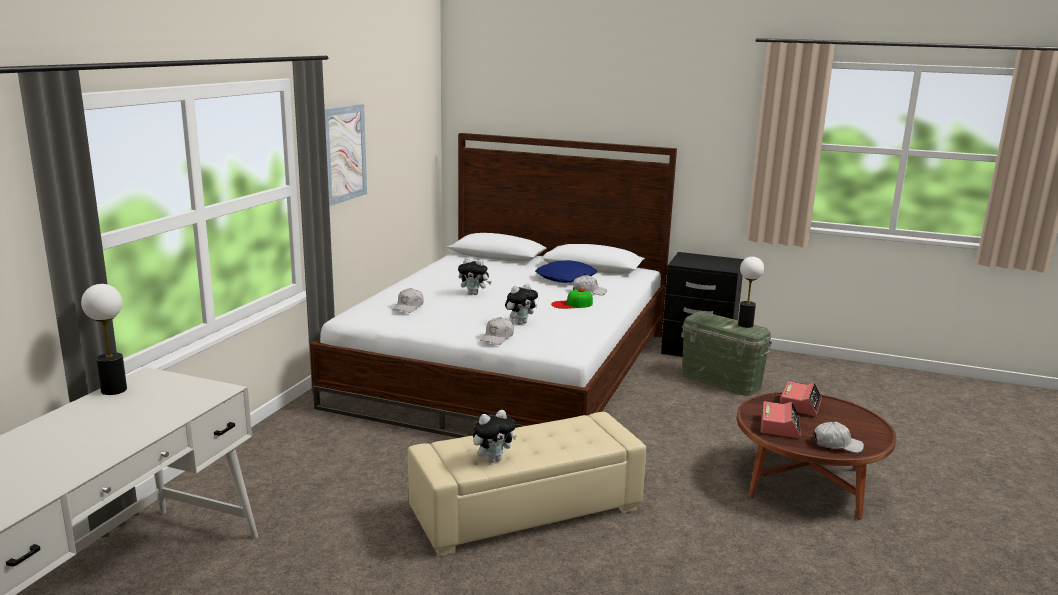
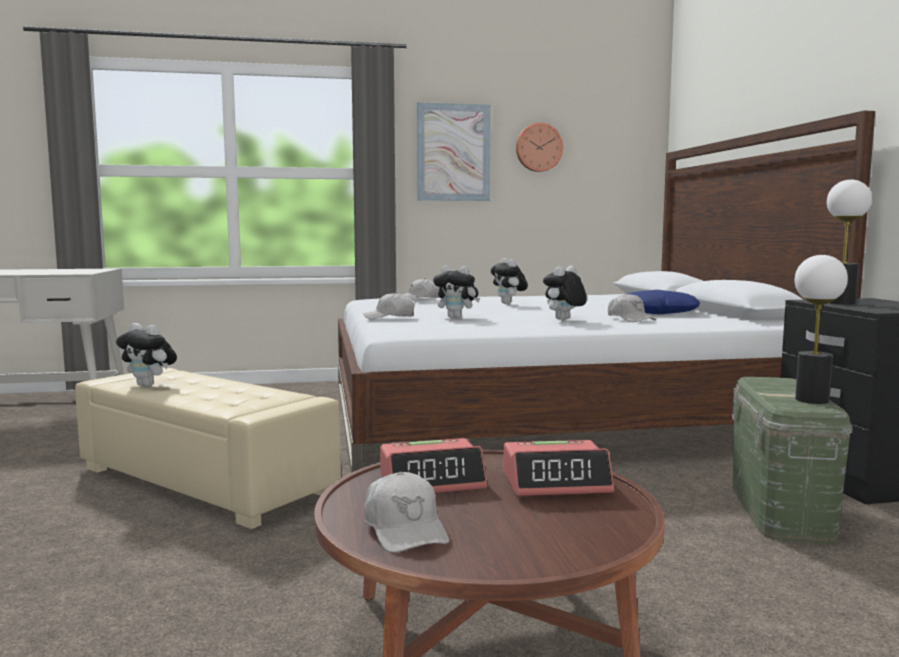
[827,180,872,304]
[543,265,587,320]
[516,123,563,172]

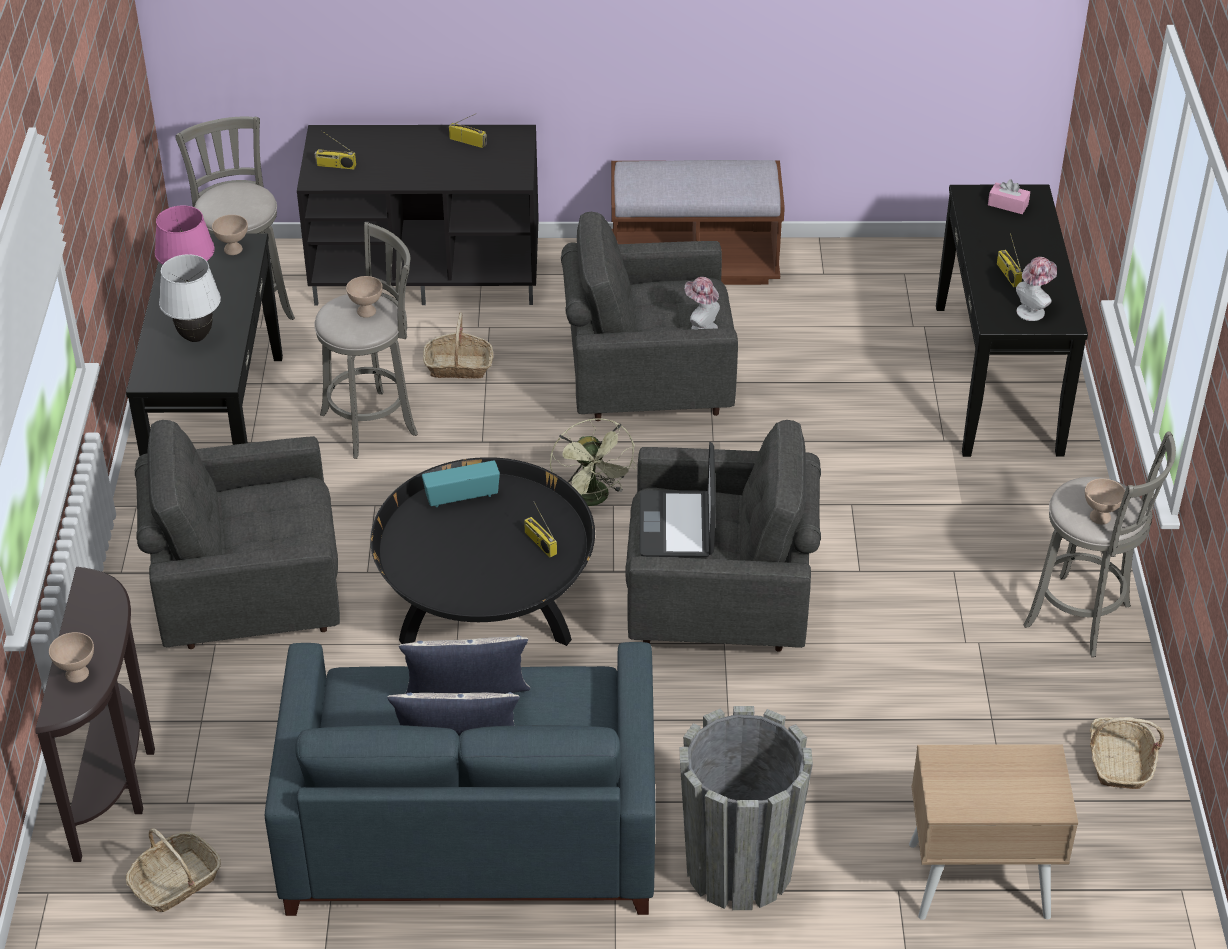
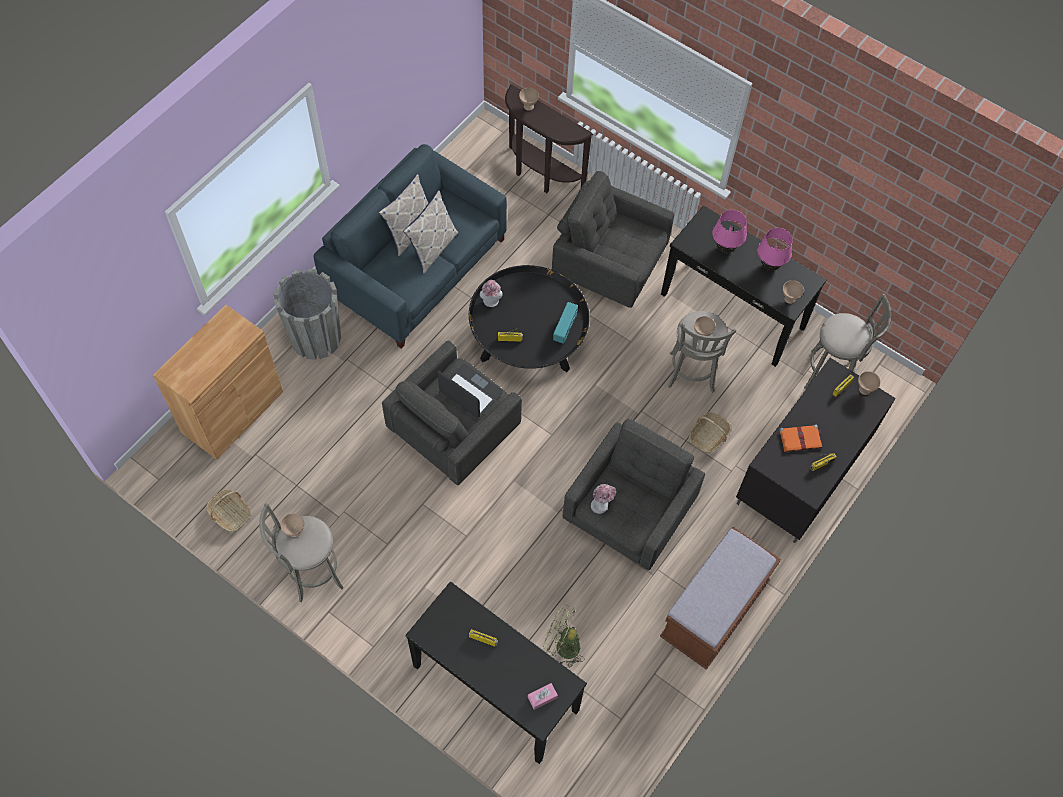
[126,828,221,912] (first image)
[552,171,674,308]
[712,210,747,253]
[543,605,585,667]
[153,305,283,460]
[480,280,503,307]
[779,424,822,452]
[858,371,881,395]

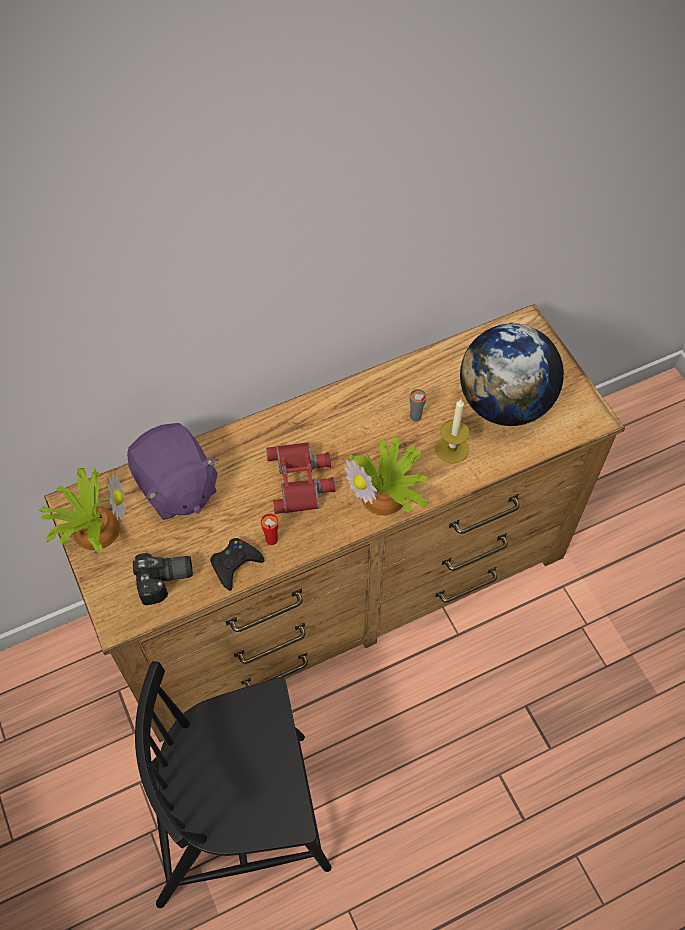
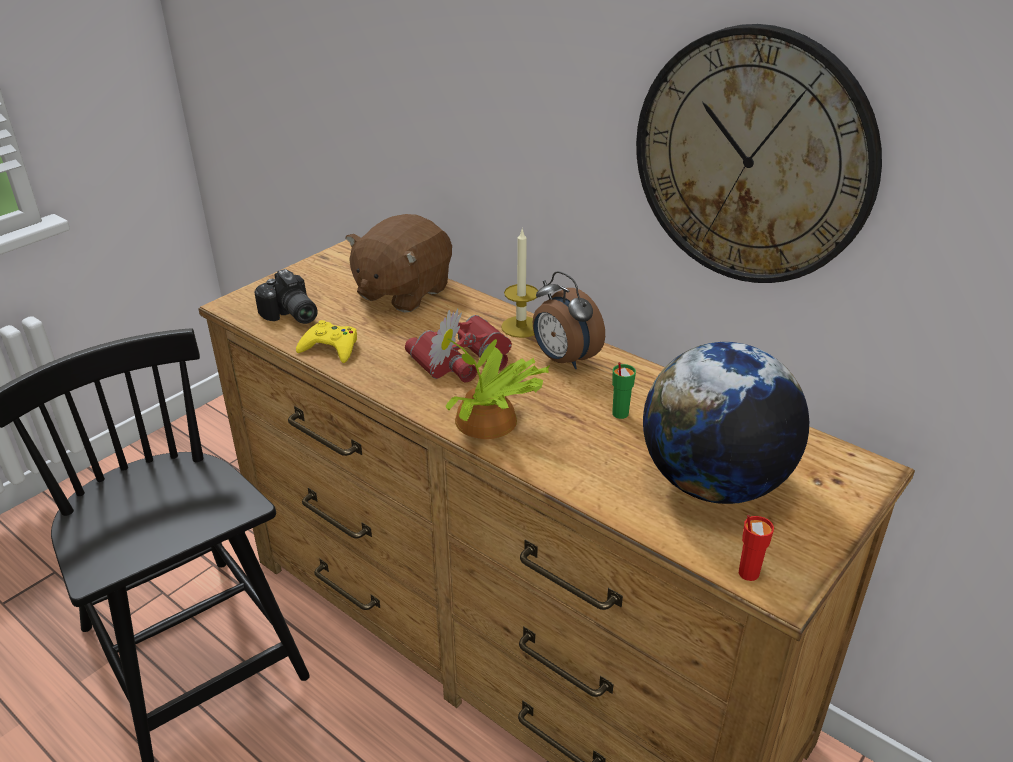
[39,467,126,552] (first image)
[345,214,452,313]
[296,320,357,363]
[739,515,774,581]
[612,362,636,419]
[501,230,538,338]
[533,271,605,369]
[636,24,882,283]

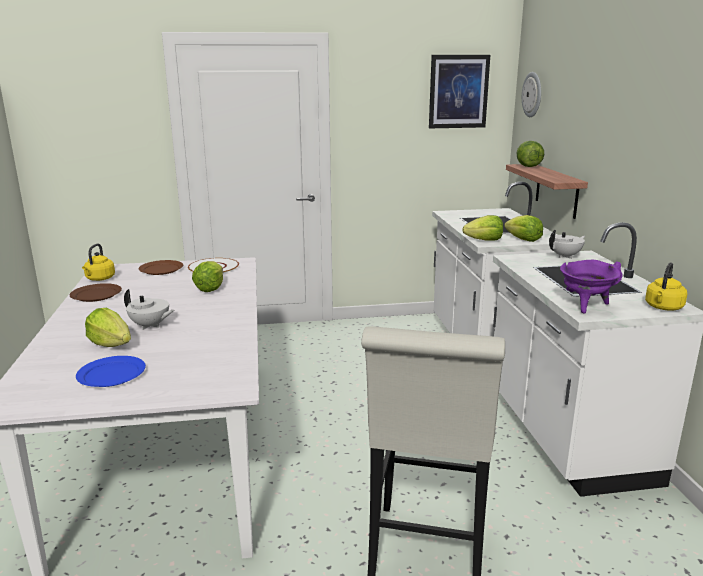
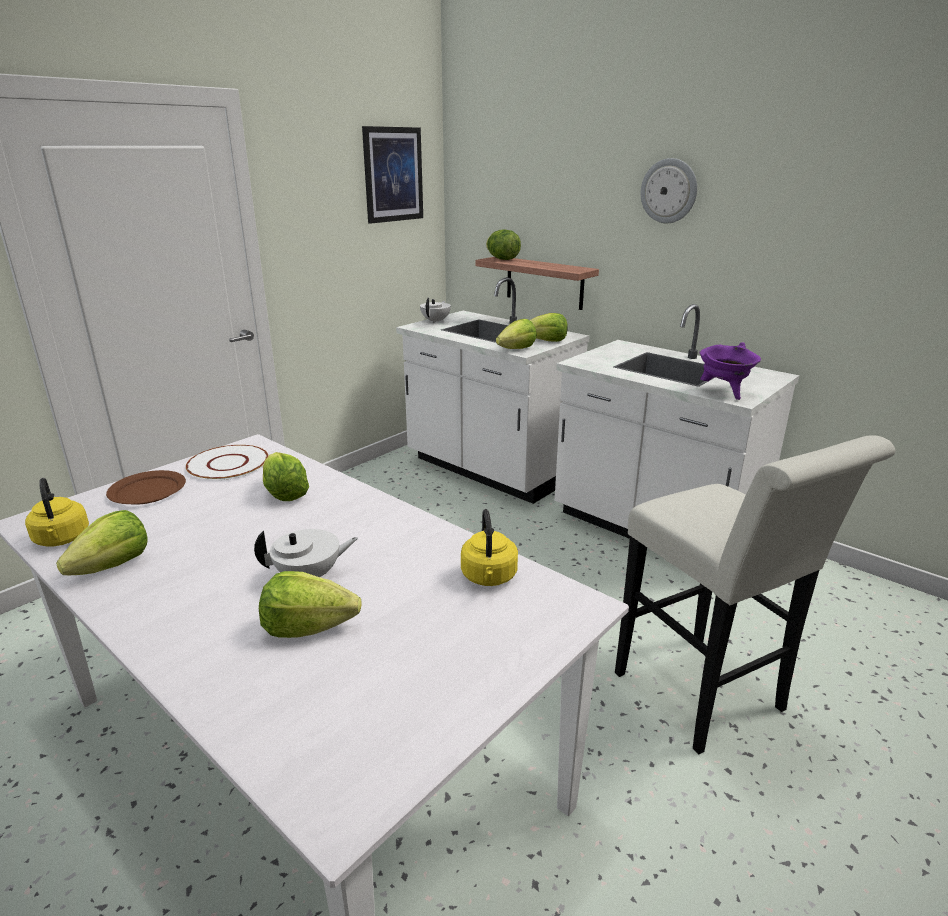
[56,510,147,575]
[76,356,146,387] (first image)
[641,158,697,223]
[420,298,451,323]
[461,509,518,586]

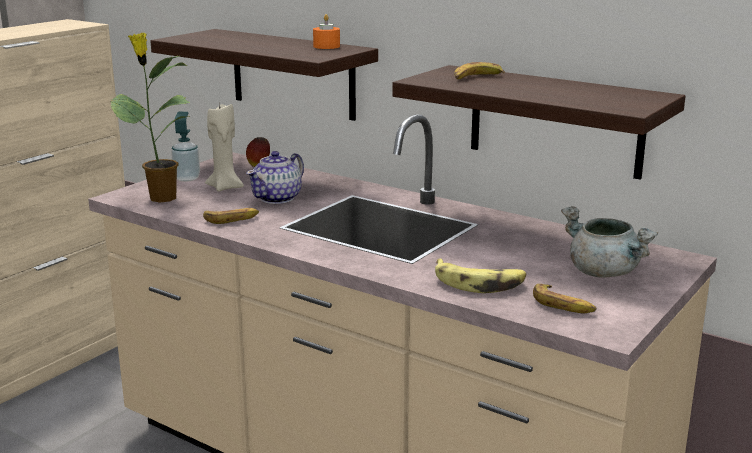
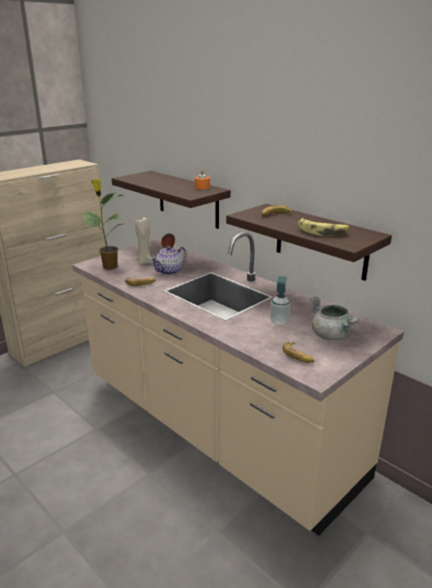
[270,276,291,325]
[298,218,350,236]

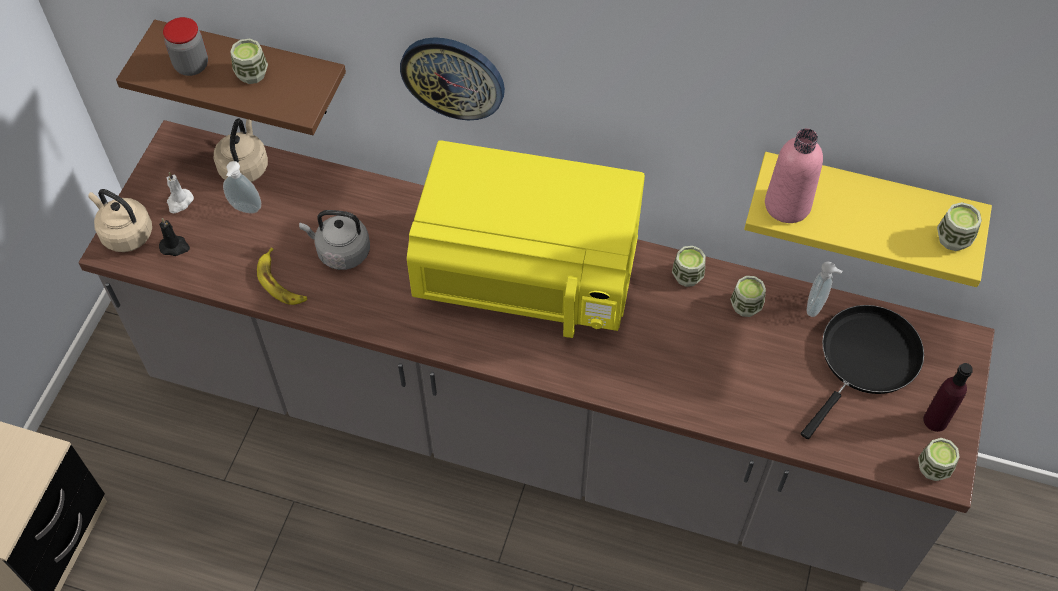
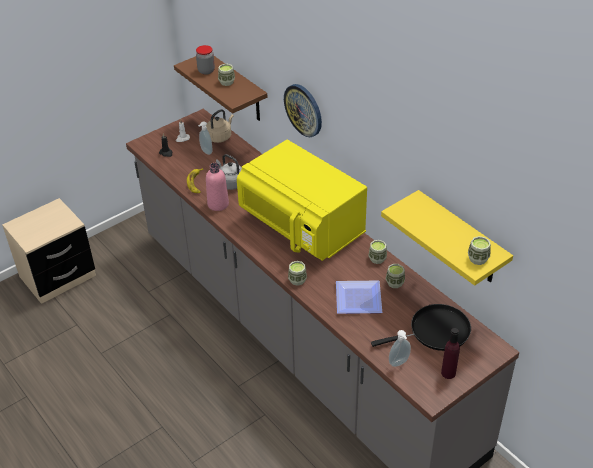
[89,189,152,252] (first image)
[206,163,229,211]
[389,330,411,367]
[288,261,307,286]
[336,281,382,314]

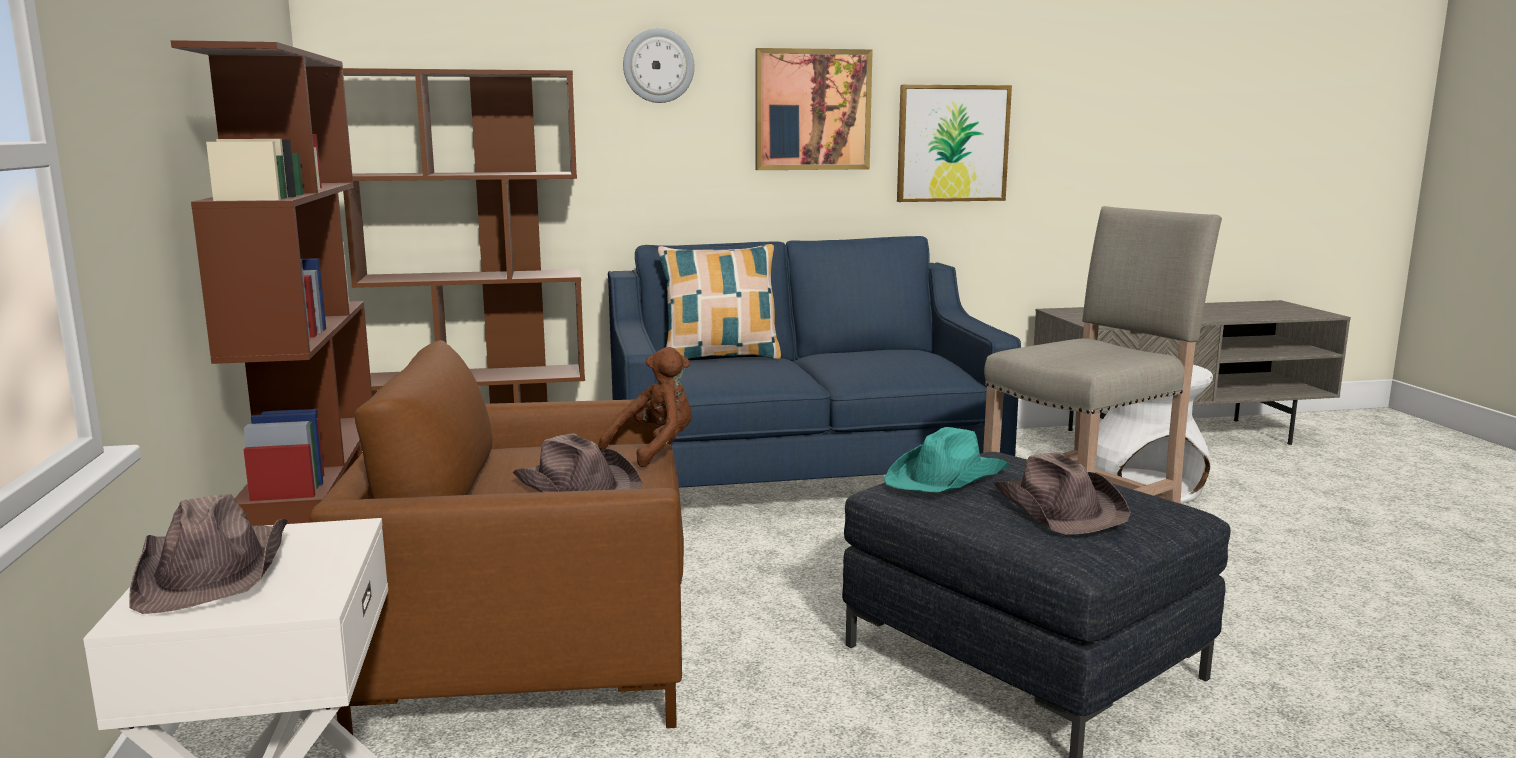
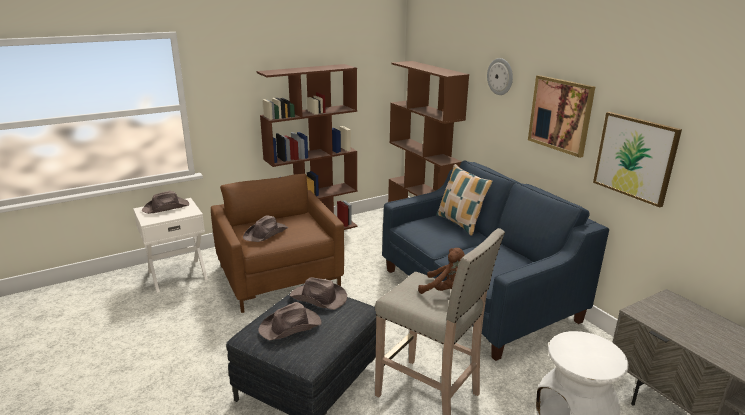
[418,248,465,294]
[290,277,347,310]

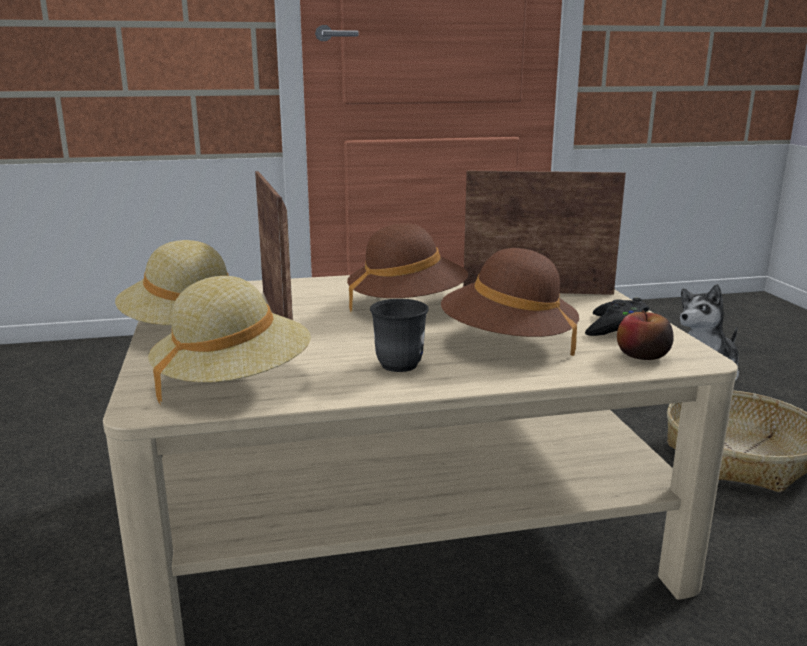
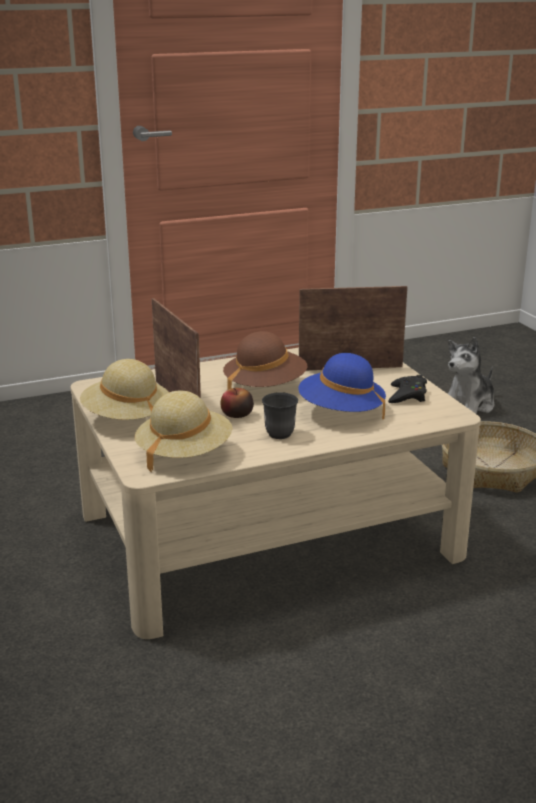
[299,353,386,419]
[221,388,254,418]

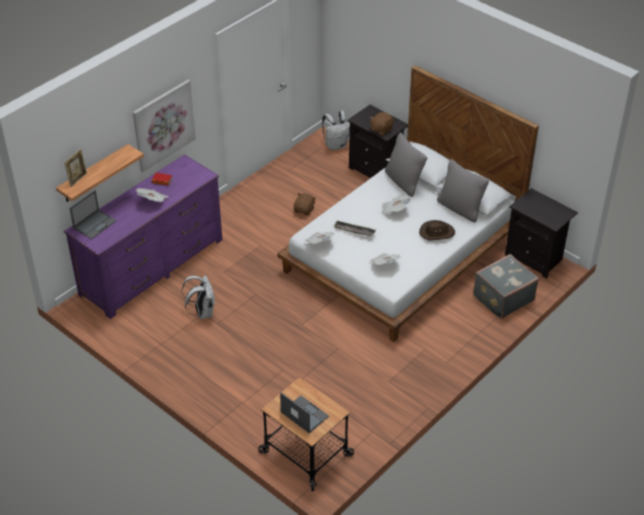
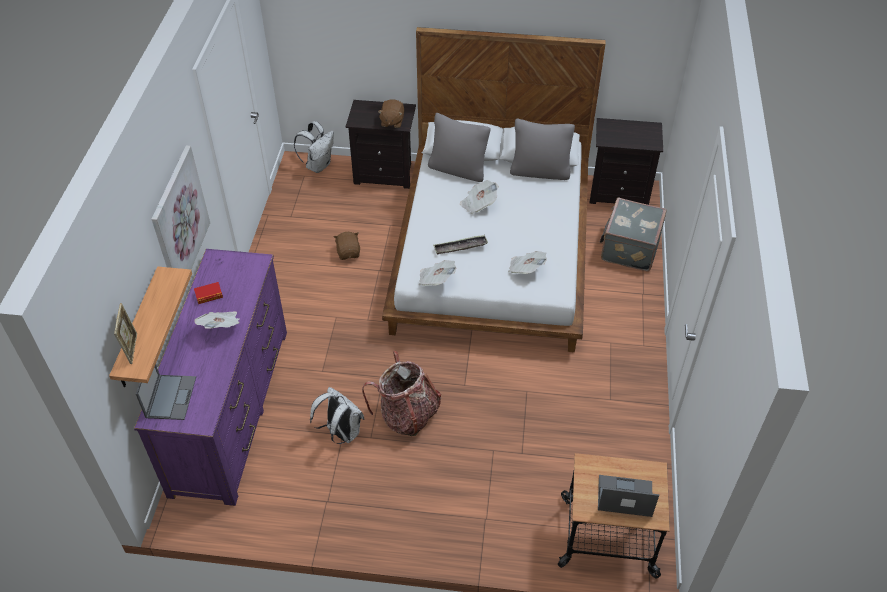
[419,220,455,240] (first image)
[362,351,441,436]

